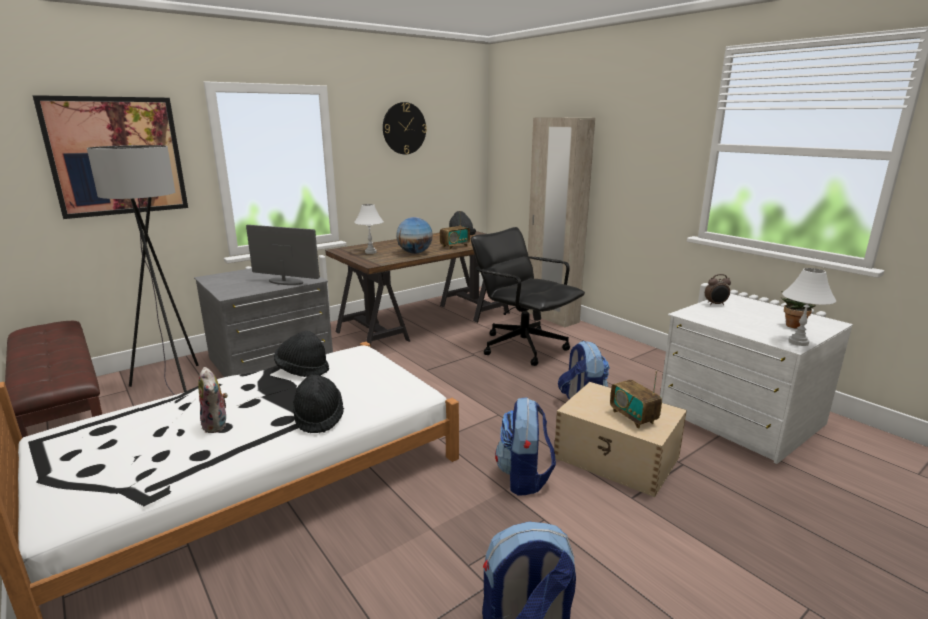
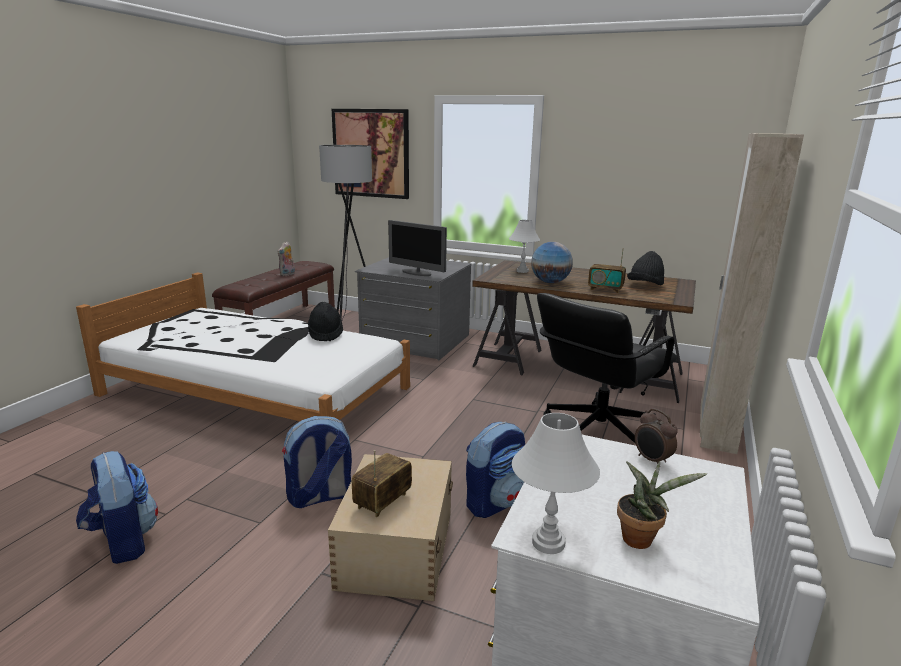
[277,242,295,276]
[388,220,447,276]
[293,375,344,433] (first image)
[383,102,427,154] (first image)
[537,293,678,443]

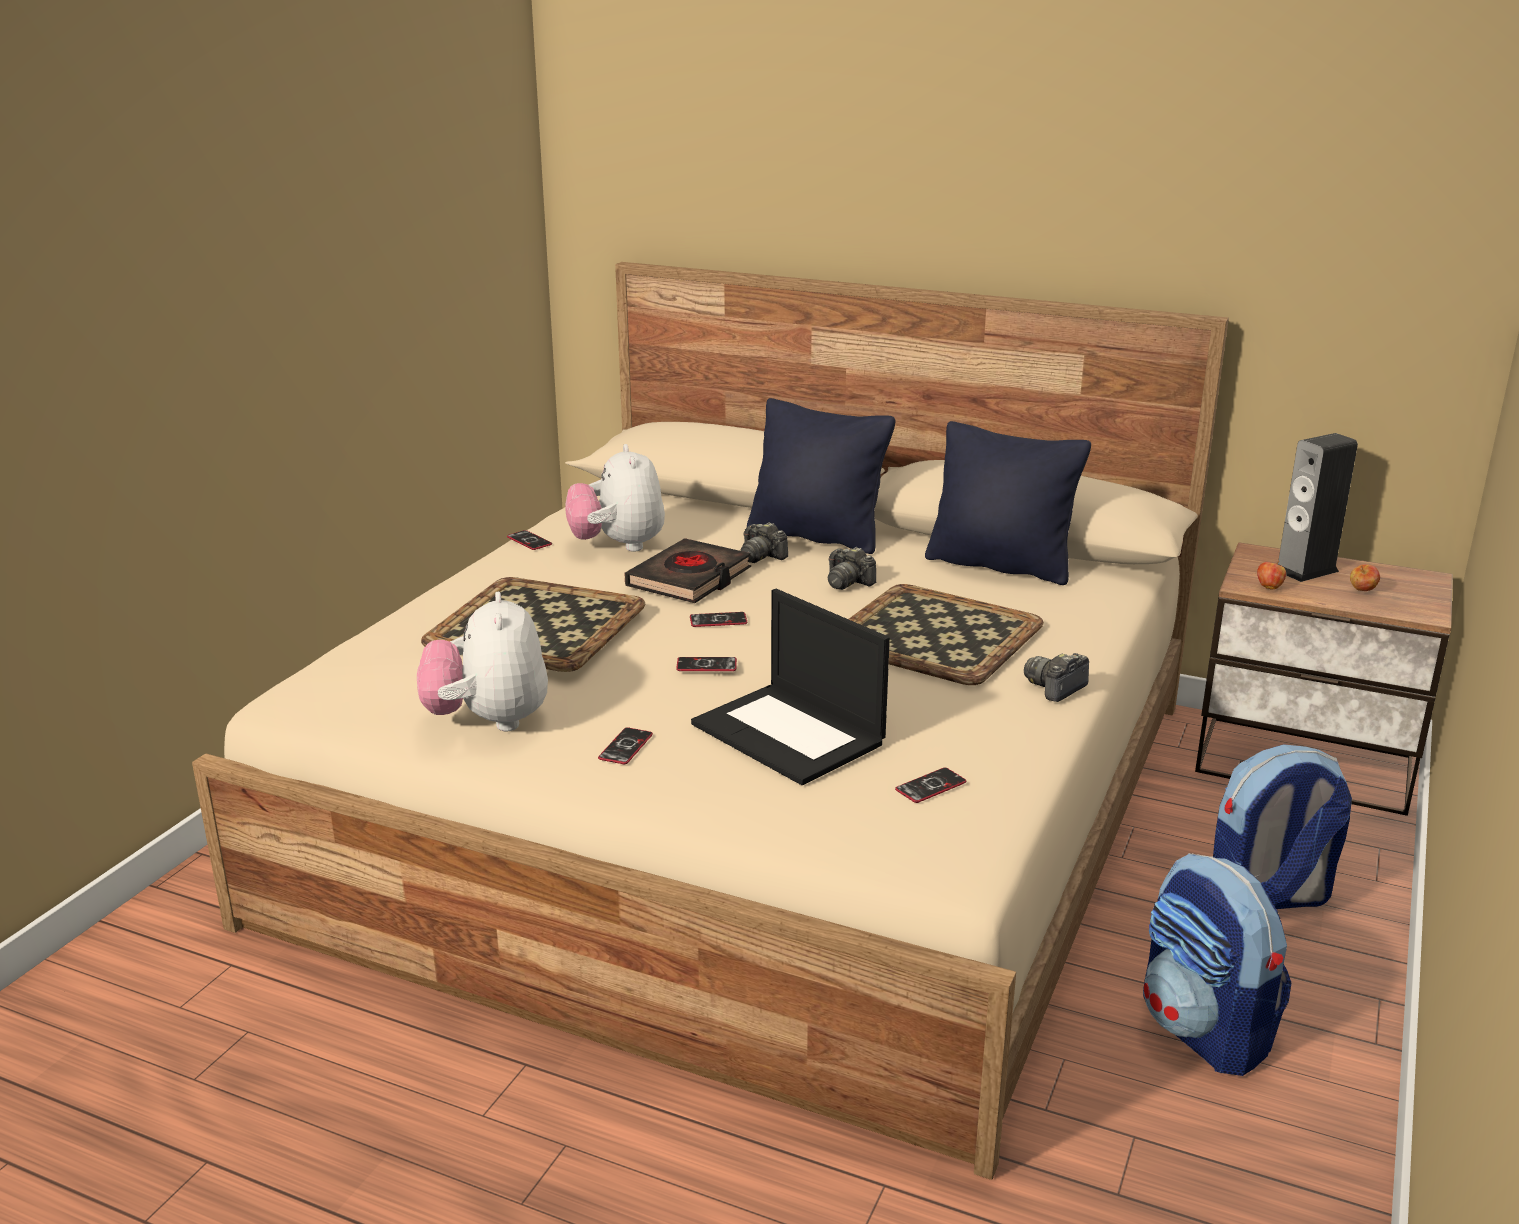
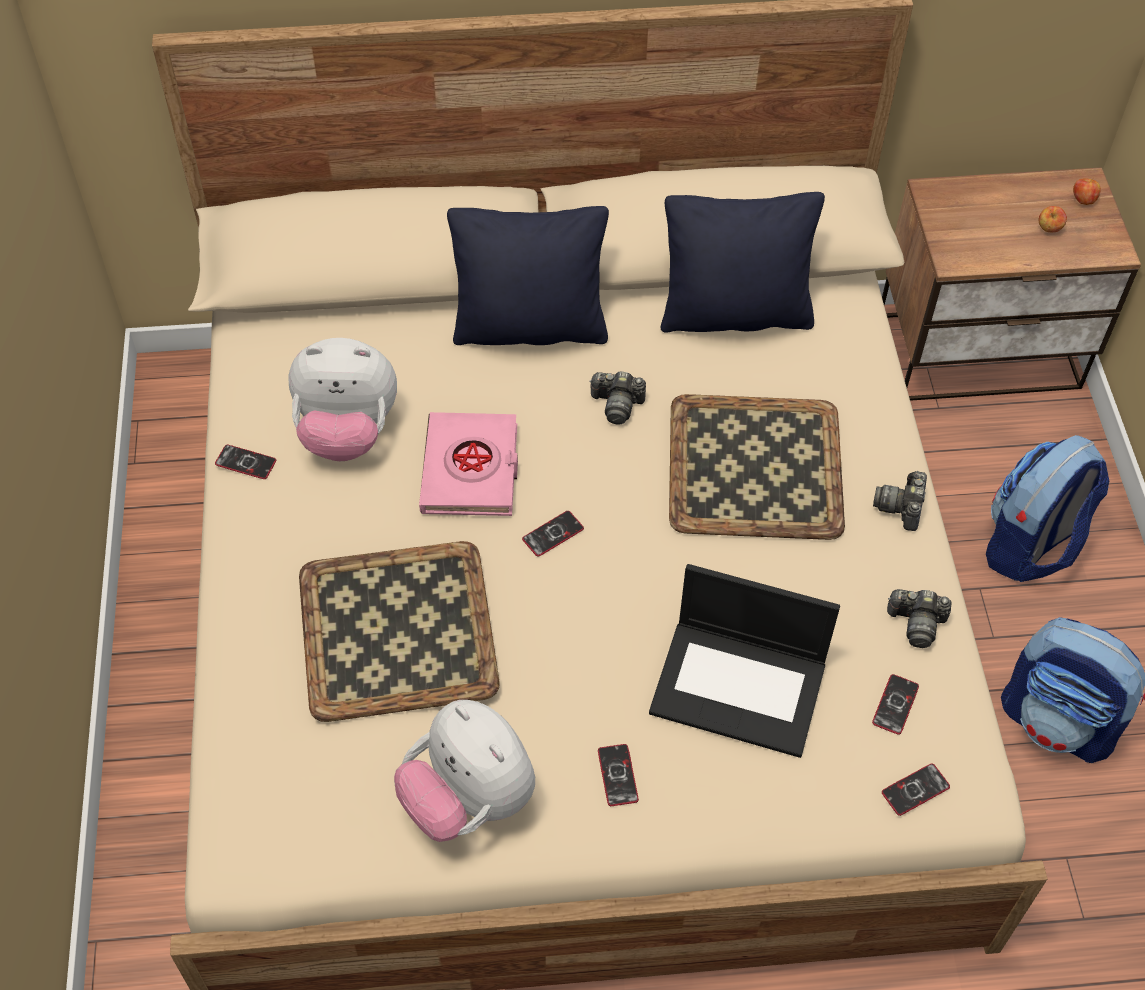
[289,338,397,461]
[419,412,518,516]
[882,763,950,816]
[887,589,952,648]
[1073,178,1101,205]
[1277,433,1358,582] (first image)

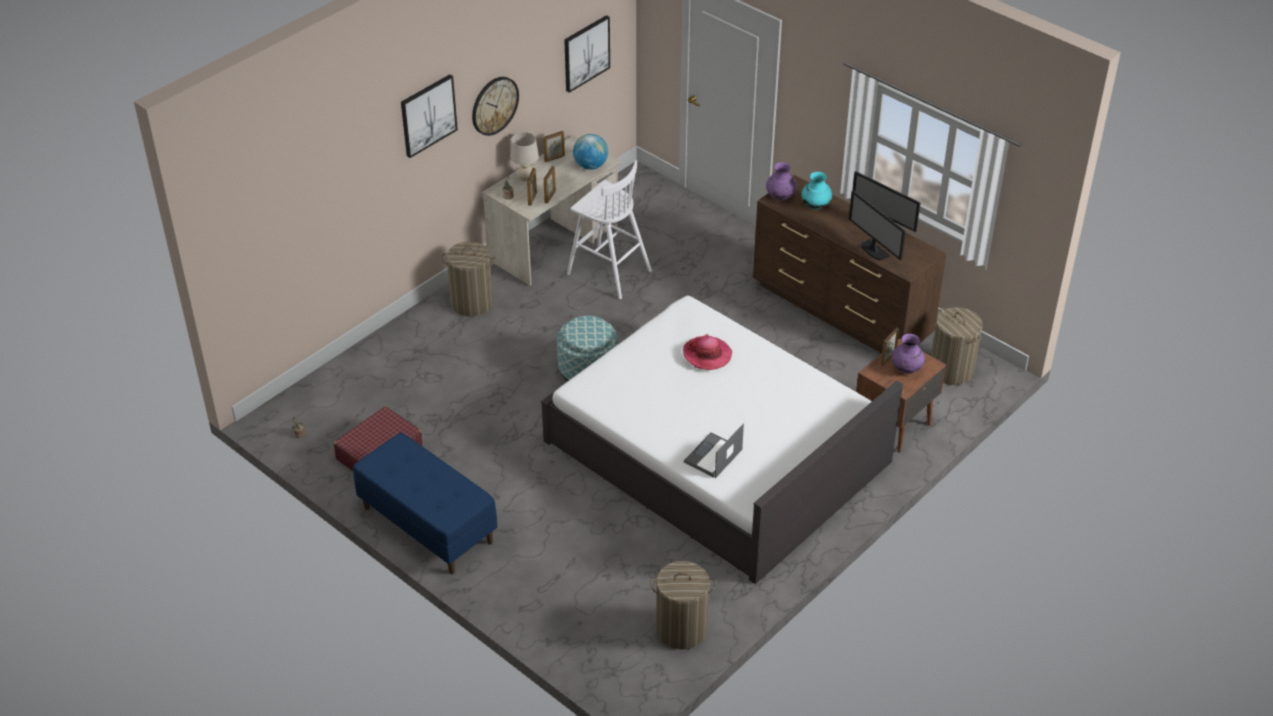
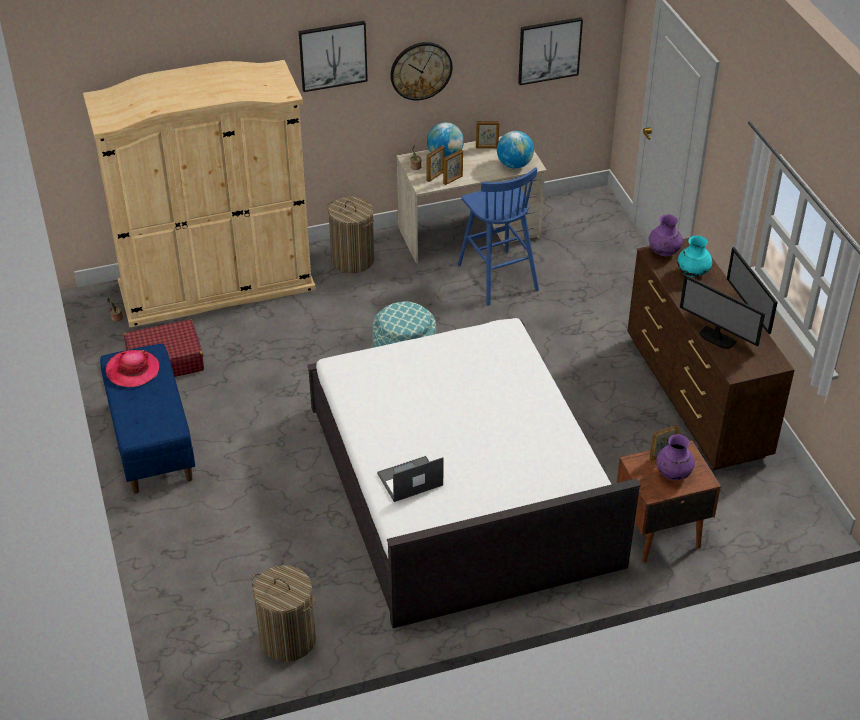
[427,122,464,157]
[458,167,539,306]
[106,350,159,387]
[680,275,765,349]
[931,307,983,385] (first image)
[83,60,316,327]

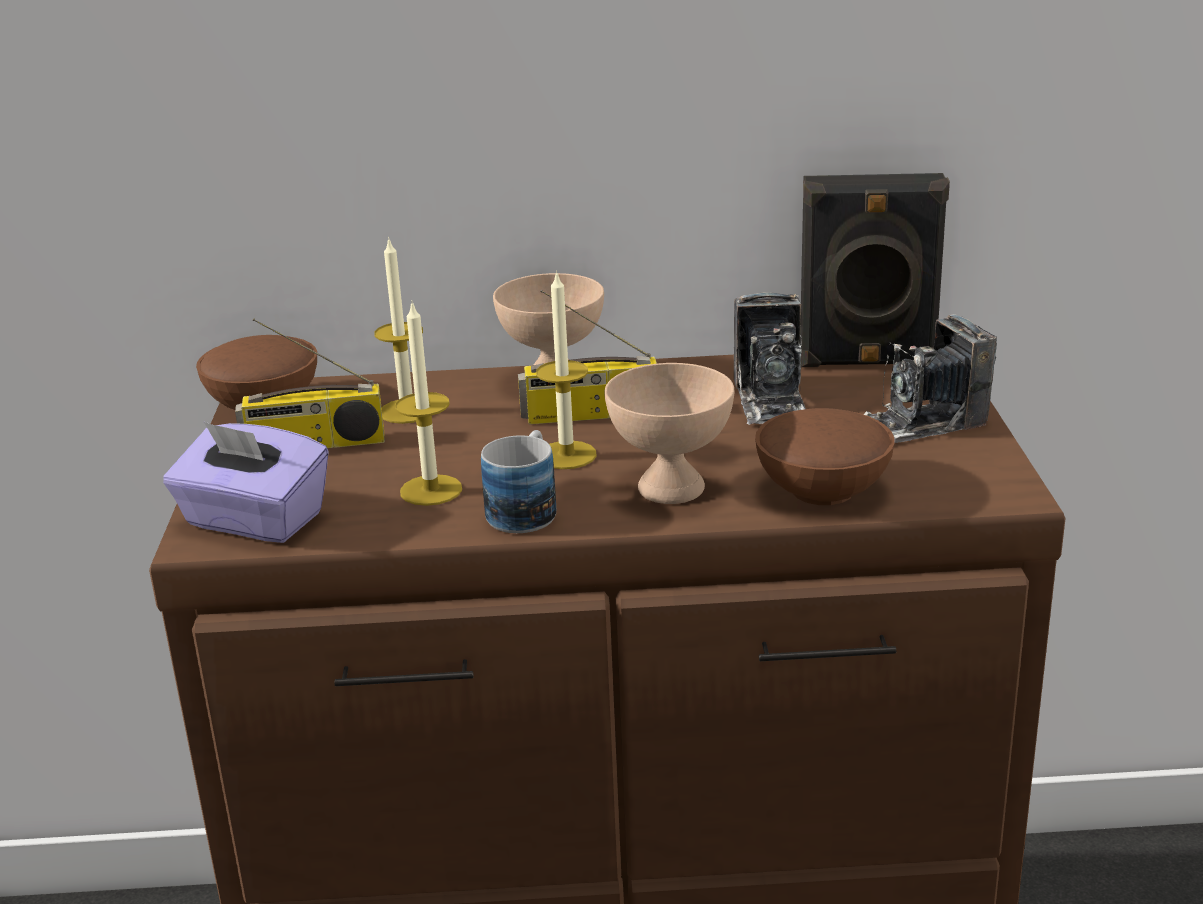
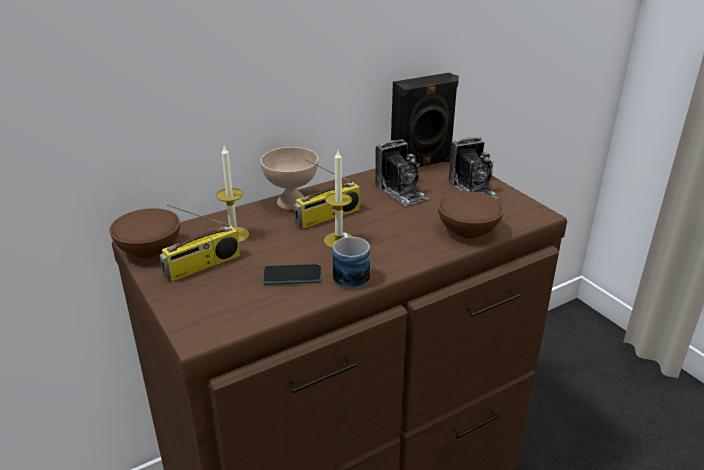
[163,421,329,543] (first image)
[263,264,322,285]
[605,363,734,504] (first image)
[448,137,499,199]

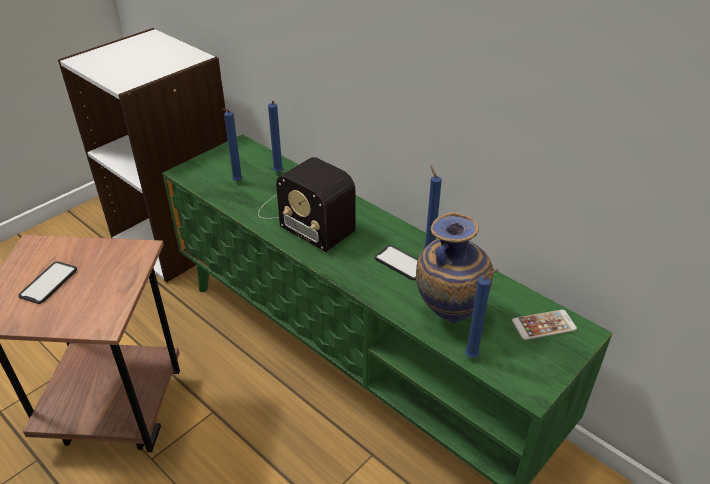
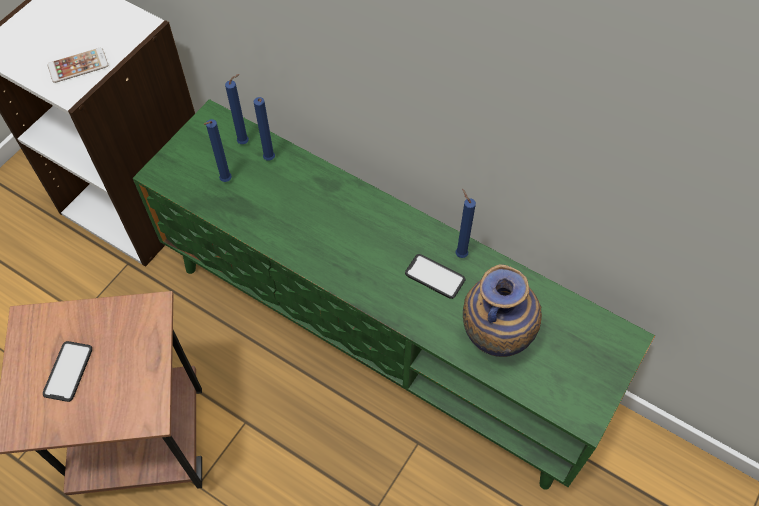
[258,157,355,252] (first image)
[225,74,249,144]
[48,48,108,83]

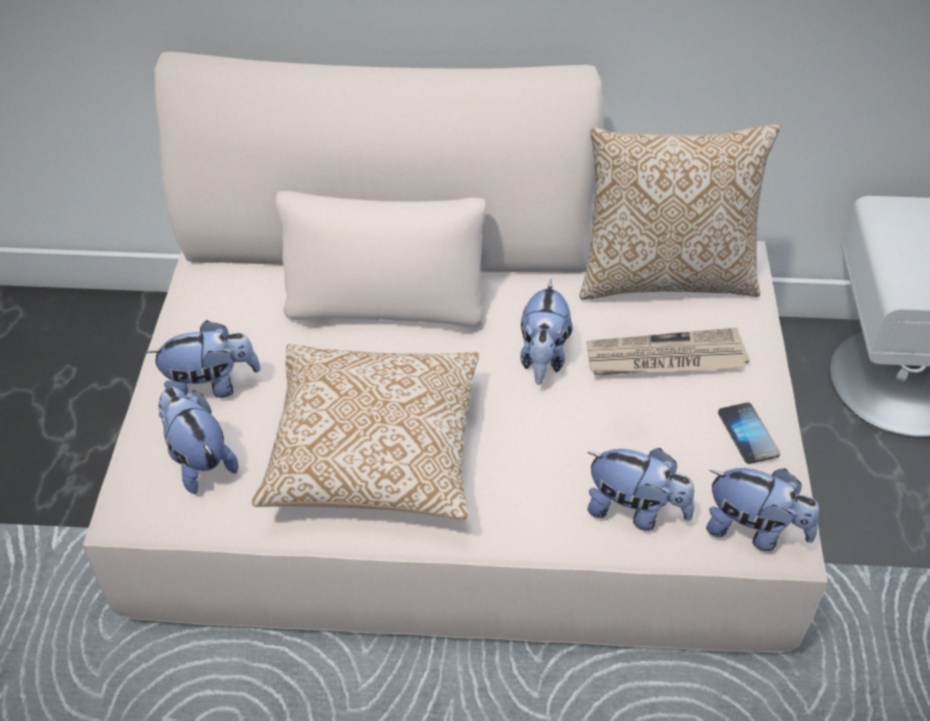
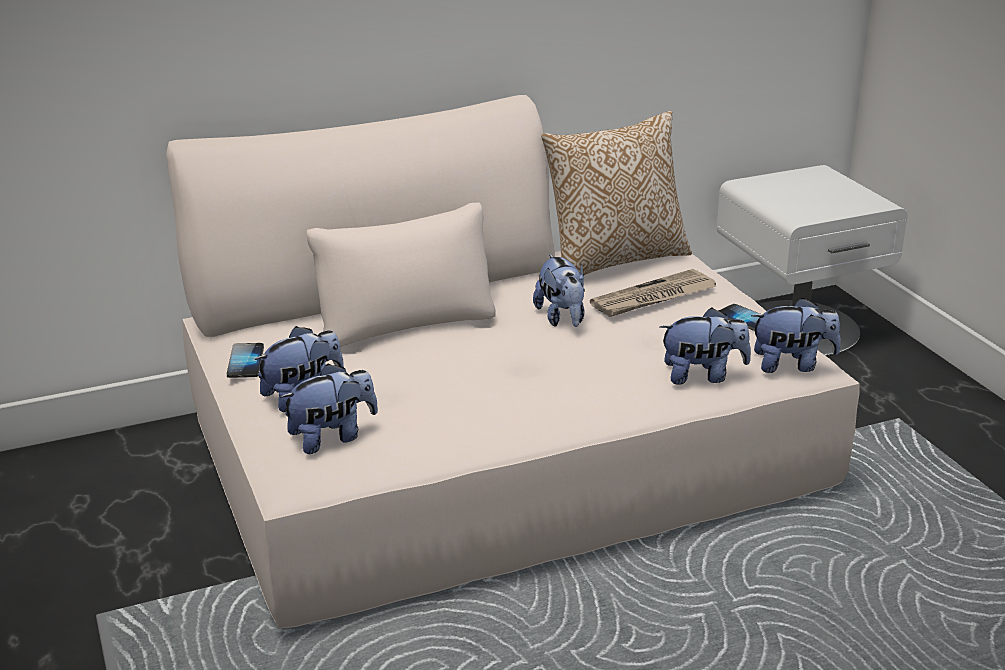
[280,364,378,454]
[252,344,479,520] (first image)
[227,343,264,378]

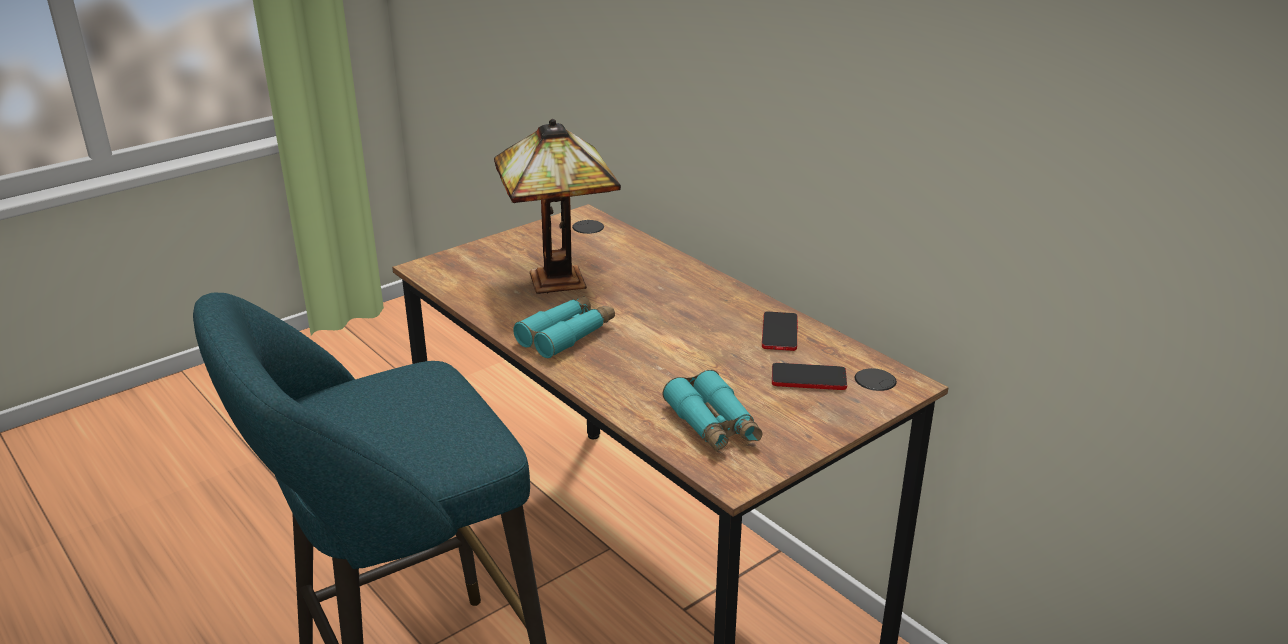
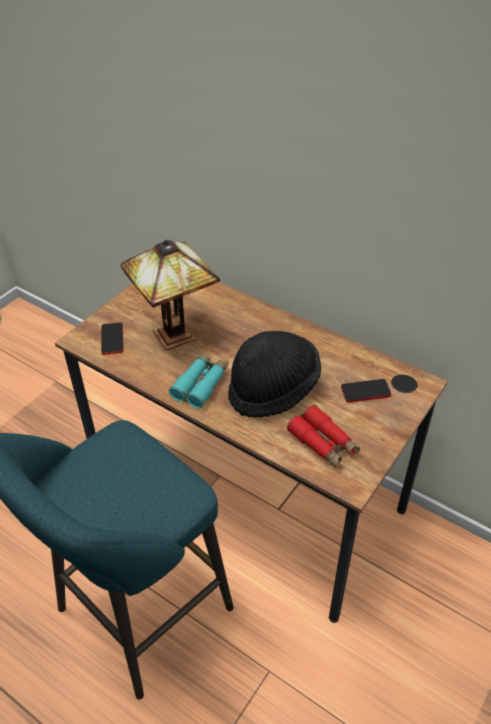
[287,405,360,468]
[101,322,123,355]
[228,331,321,418]

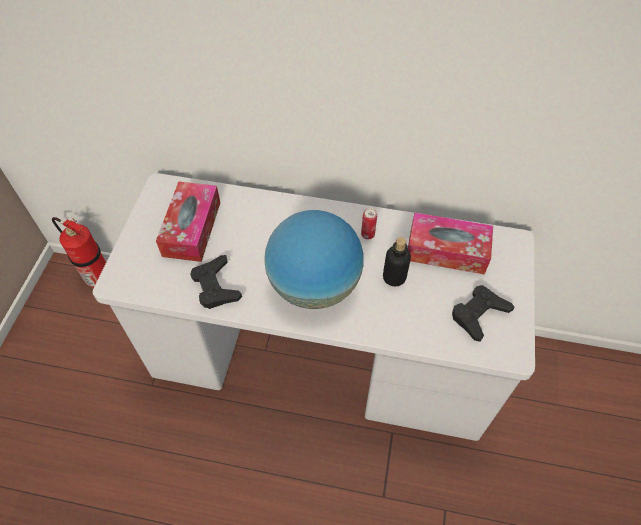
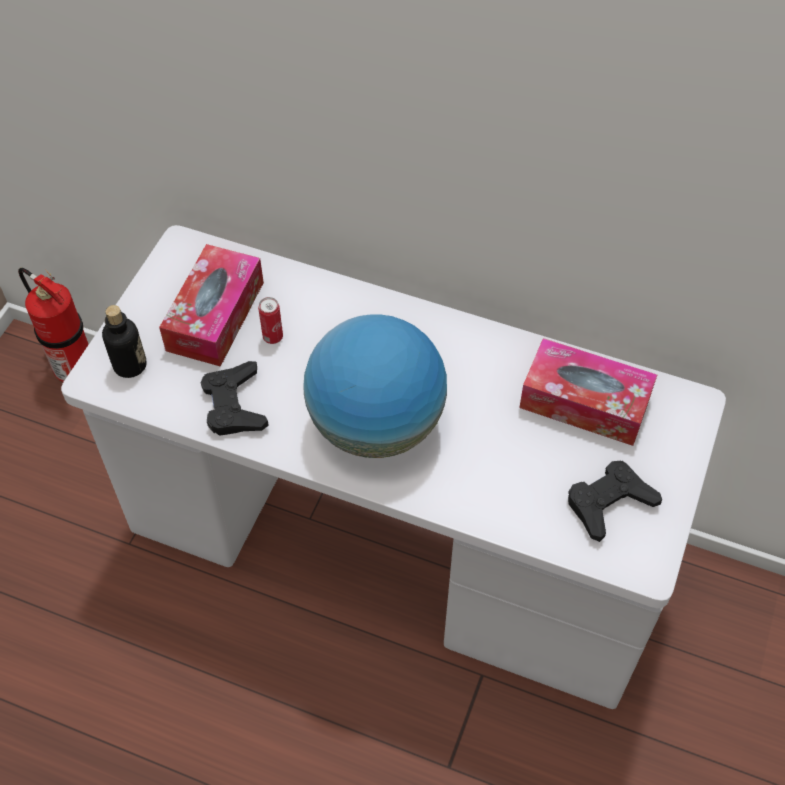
[258,297,283,344]
[102,305,147,378]

